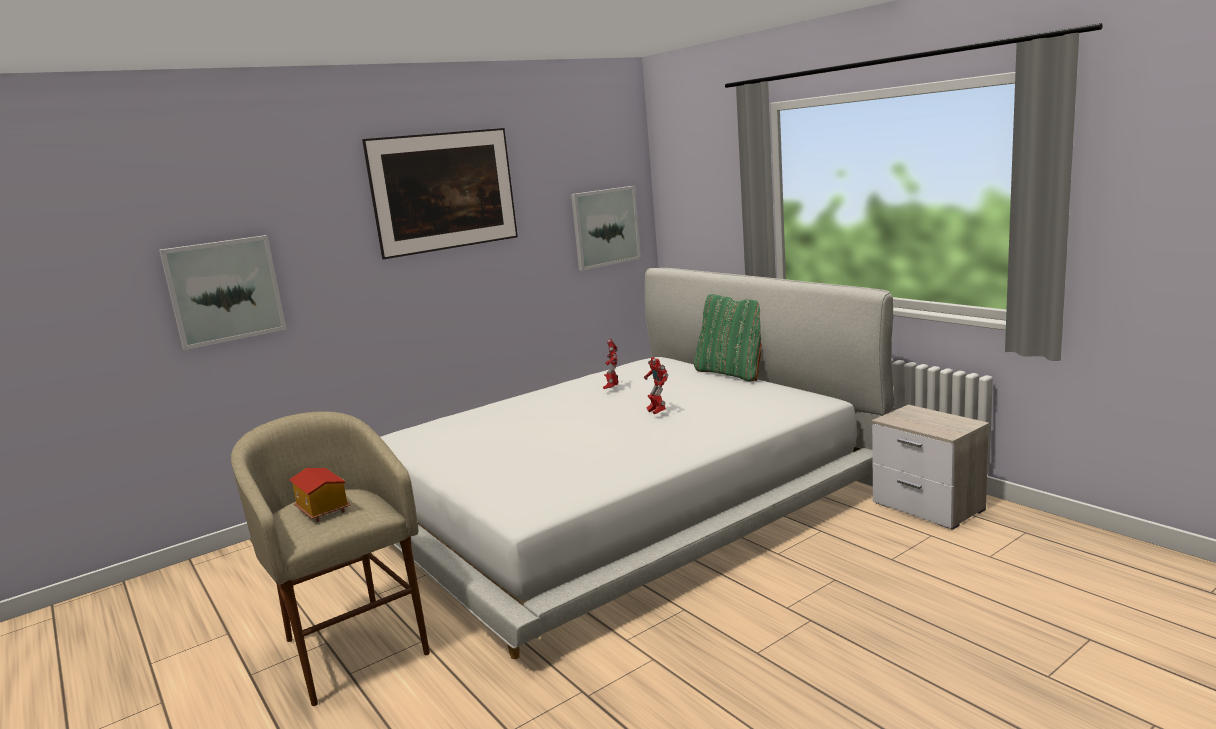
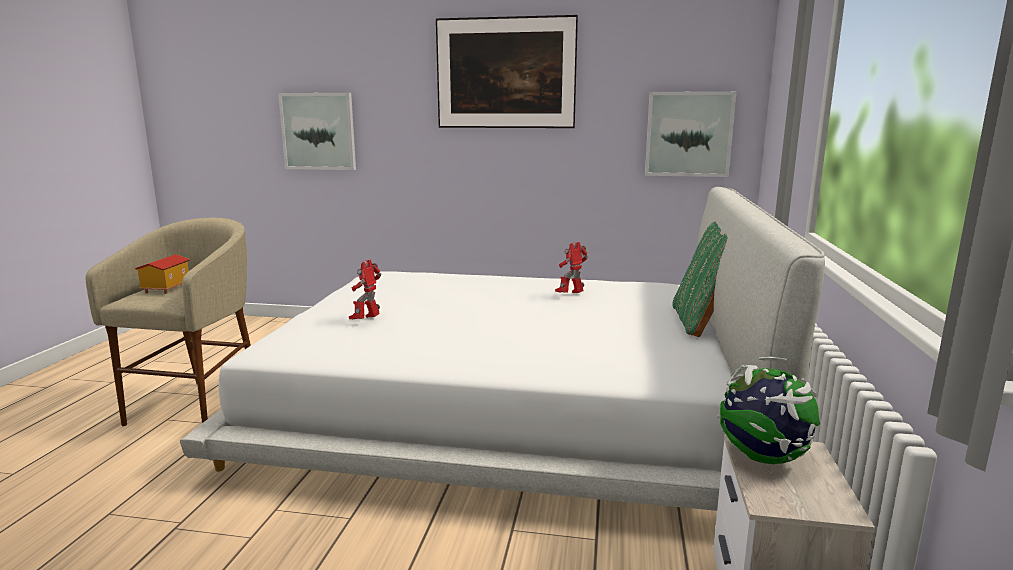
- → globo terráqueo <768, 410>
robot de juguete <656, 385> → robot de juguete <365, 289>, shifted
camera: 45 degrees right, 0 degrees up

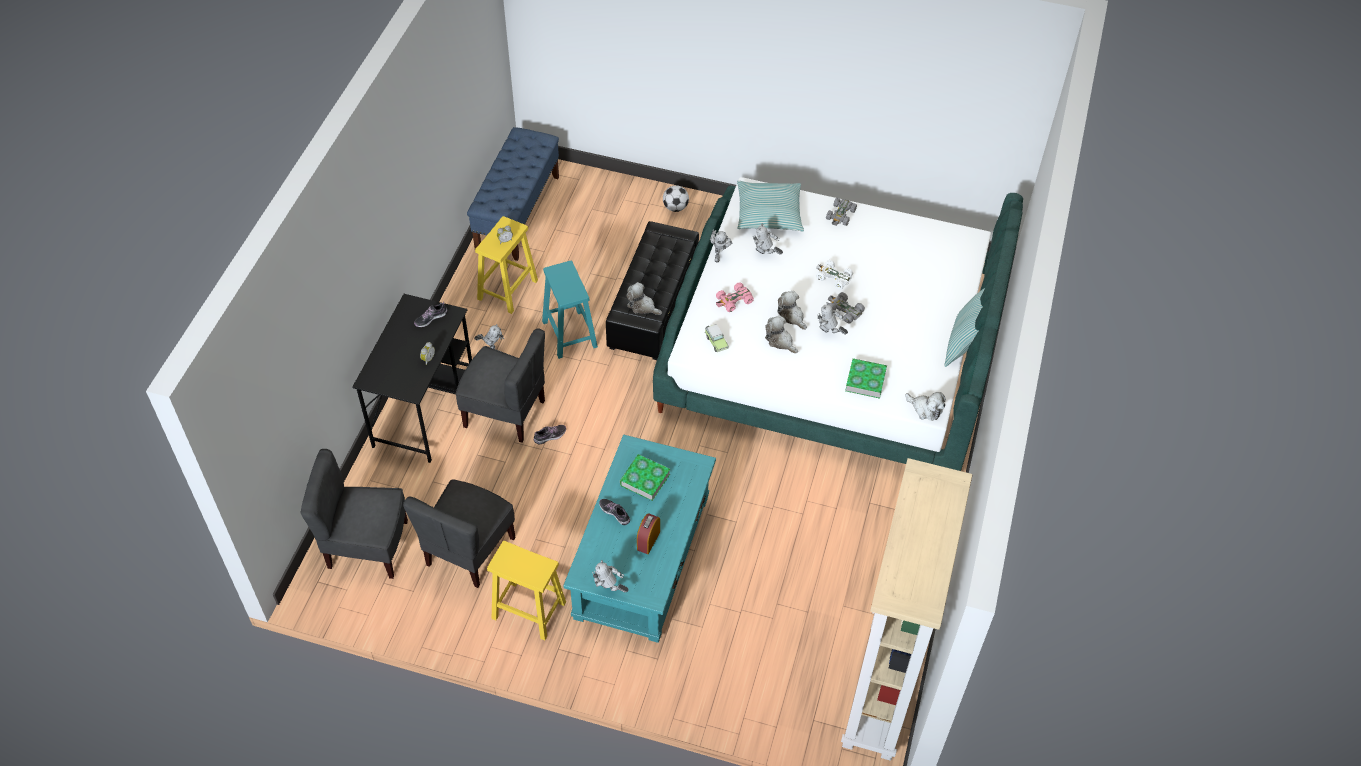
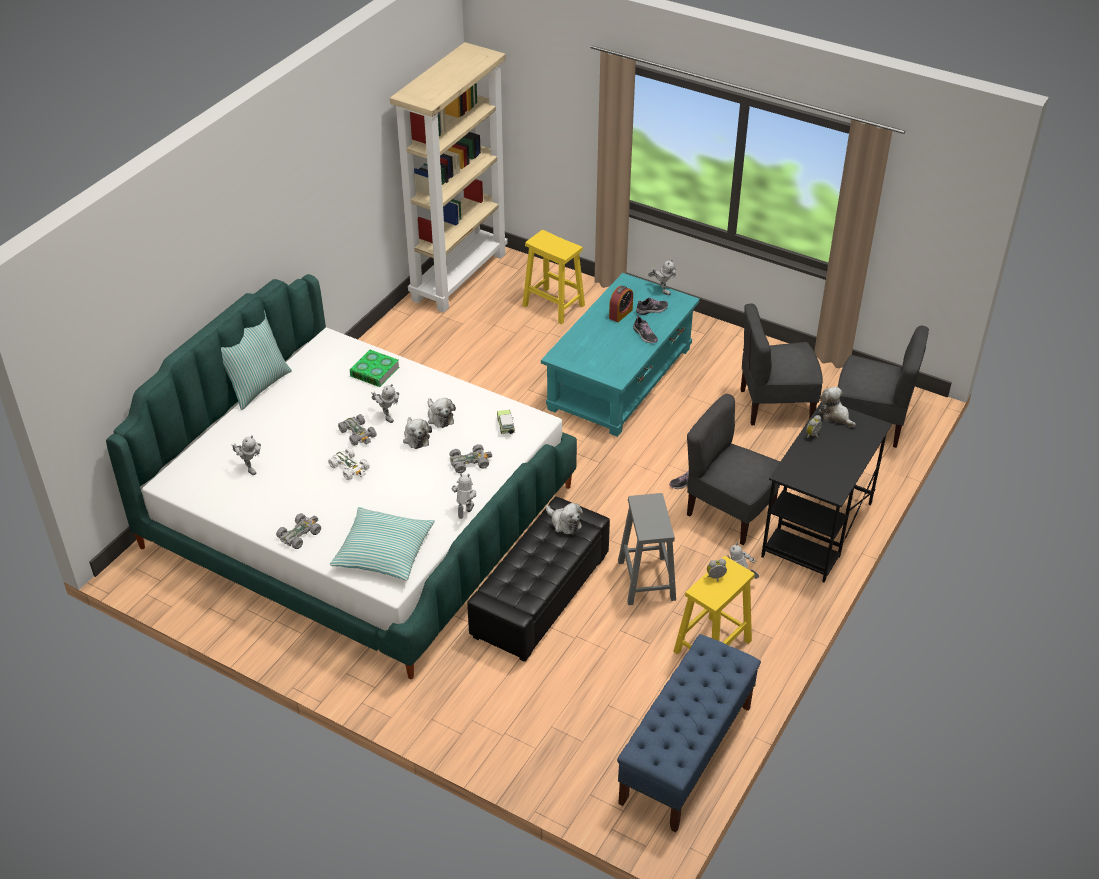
libro <645, 477> → -
balón de fútbol <676, 198> → -
zapato <431, 314> → zapato <652, 306>, shifted
taburete/amarillo <526, 591> → taburete/amarillo <553, 277>, shifted
robot de juguete <768, 239> → robot de juguete <246, 455>, shifted
peluche <925, 406> → peluche <837, 406>, shifted
taburete/turquesa <570, 310> → taburete/gris <647, 549>
coche de juguete/rosa <735, 297> → coche de juguete/gris <471, 458>
silla/gris <459, 533> → silla/gris <781, 364>, 135 degrees counterclockwise
camera: 165 degrees left, 10 degrees down

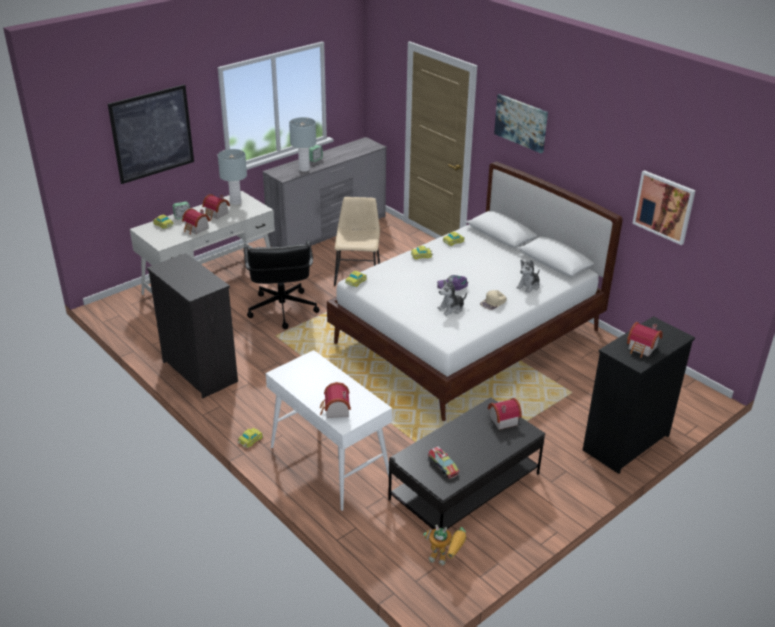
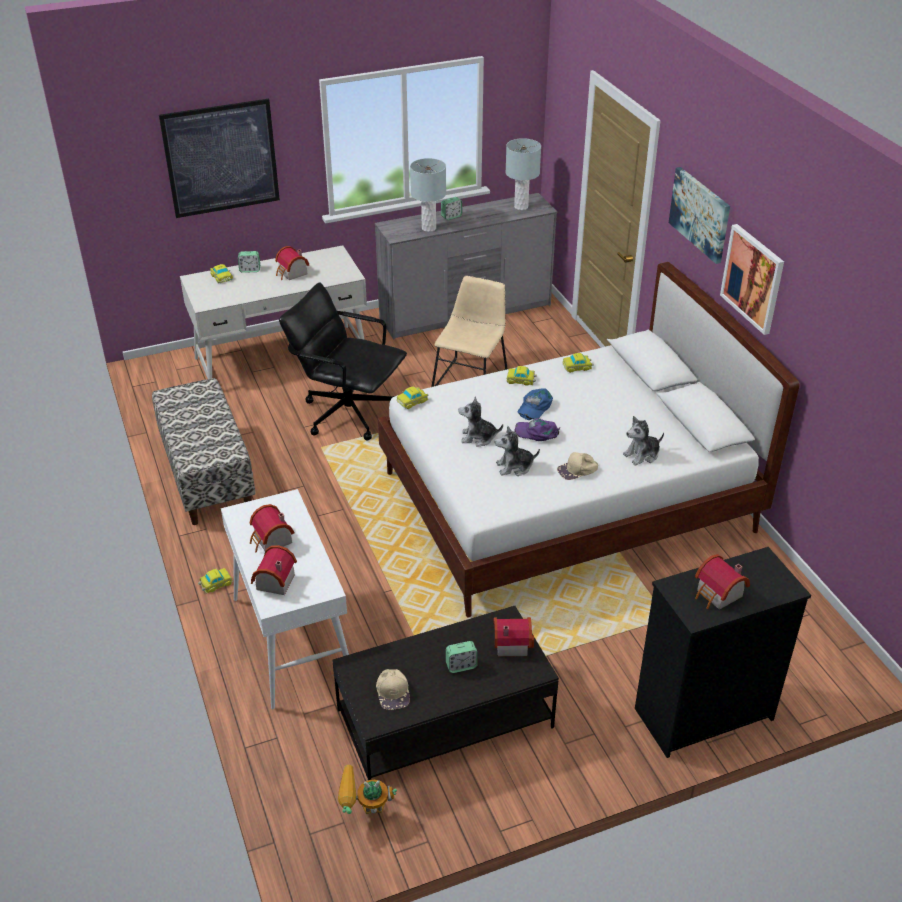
- → despertador <462, 657>
- → peluche <480, 422>
- → gorra/azul <535, 404>
casita <196, 221> → casita <272, 528>, shifted
lámpara de mesa/gris <232, 177> → lámpara de mesa/gris <523, 174>, shifted
cuadro <664, 207> → cuadro <752, 279>, shifted
cómoda/negro <192, 325> → banco <204, 451>
camión de juguete <443, 462> → gorra/beis <393, 689>
silla de oficina/negro <282, 284> → silla de oficina/negro <343, 361>, 105 degrees clockwise
robot de juguete <444, 545> → robot de juguete <367, 789>, 135 degrees clockwise
camera: 20 degrees right, 5 degrees up

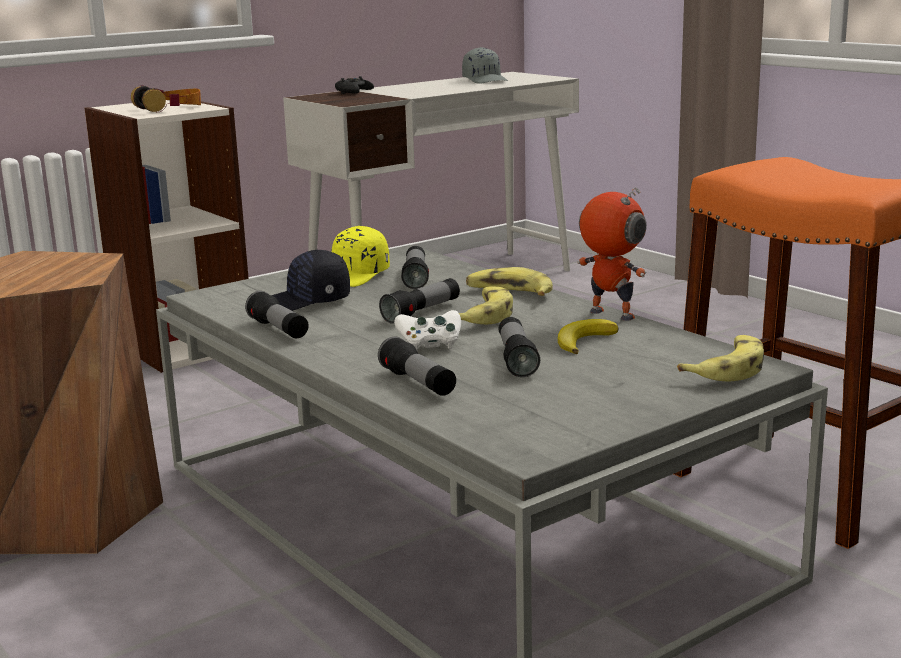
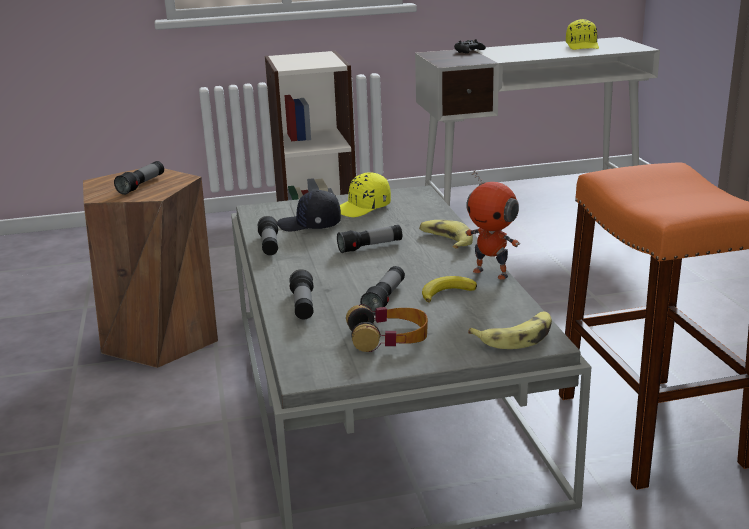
mando de consola/blanco <427, 330> → -
plátano <486, 305> → -
auriculares <166, 99> → auriculares <387, 328>, shifted
linterna <415, 267> → linterna <139, 178>, shifted
gorra/gris <485, 65> → gorra/amarillo <582, 34>
robot de juguete <612, 254> → robot de juguete <492, 225>, 150 degrees clockwise
camera: 25 degrees right, 5 degrees up

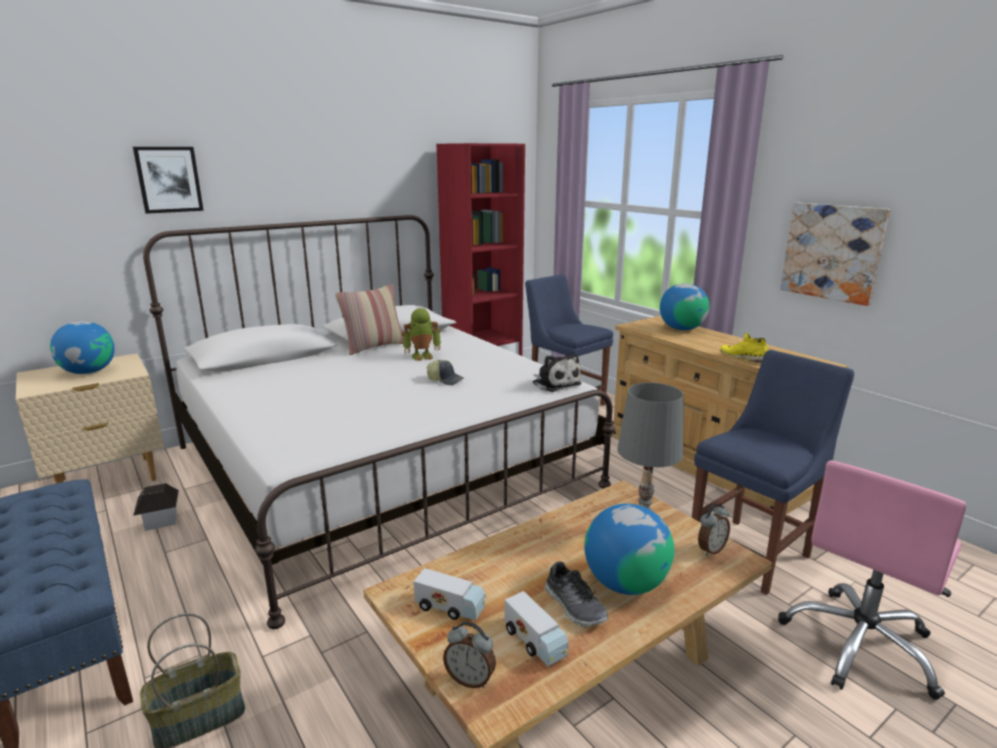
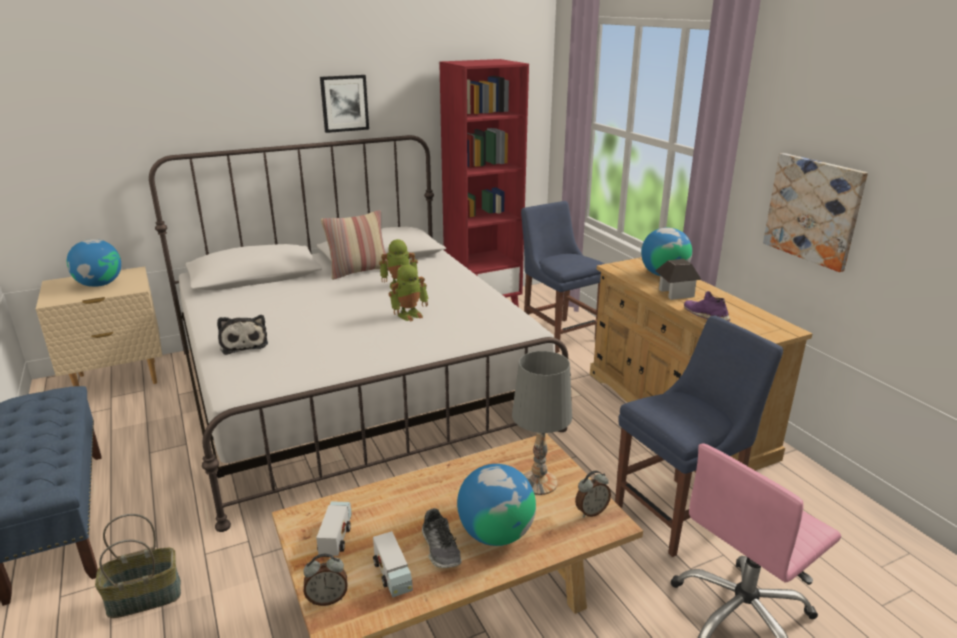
cuadro <168, 180> → cuadro <344, 104>, shifted
casita <156, 507> → casita <678, 279>, shifted
peluche <557, 372> → peluche <242, 335>, shifted
gorra <445, 372> → robot de juguete <408, 293>
zapato/amarillo <744, 348> → zapato/morado <707, 306>
camión de juguete <449, 594> → camión de juguete <334, 528>, 120 degrees counterclockwise
despertador <469, 655> → despertador <325, 580>, 45 degrees counterclockwise
camera: 10 degrees right, 5 degrees up

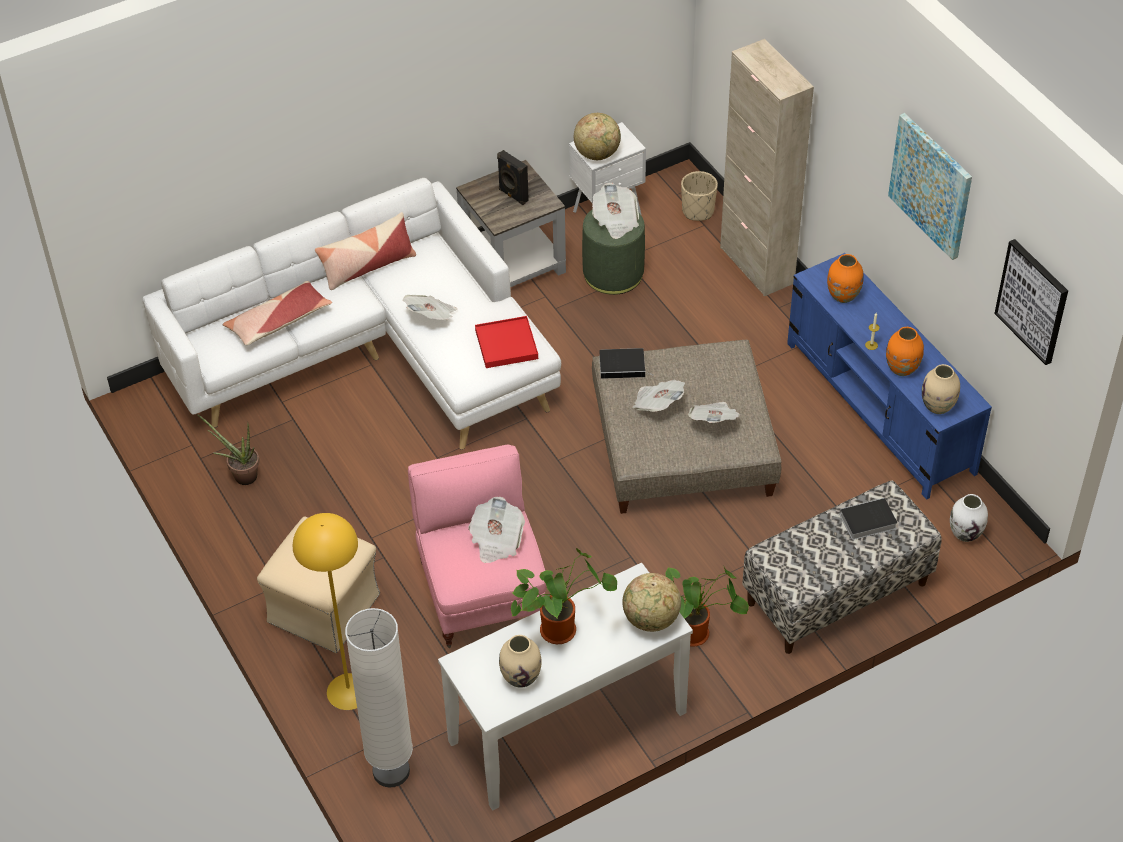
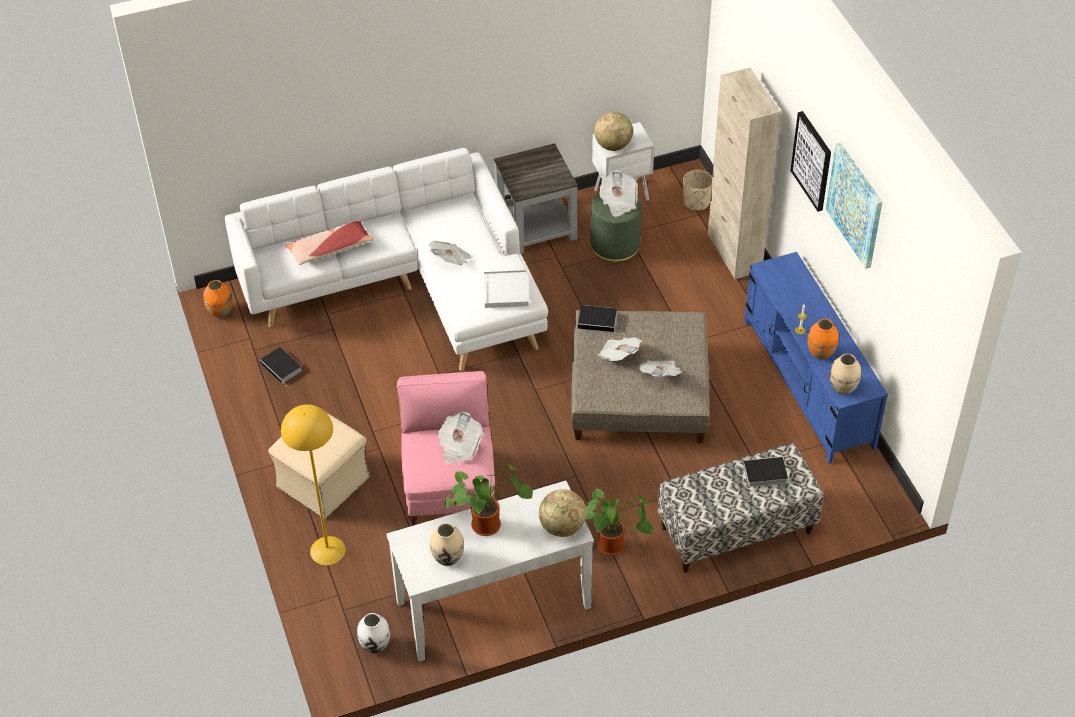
cojín <365, 251> → -
lámpara de pie/blanco <379, 698> → -
altavoz/negro <513, 177> → -
florero/naranja <845, 278> → florero/naranja <218, 299>, shifted
florero/blanco <969, 518> → florero/blanco <373, 633>, shifted
cuadro <1031, 302> → cuadro <810, 161>, shifted
planta en maceta <228, 449> → libro <281, 366>
bandeja/rojo <506, 342> → bandeja/blanco <506, 289>
camera: 10 degrees right, 0 degrees up

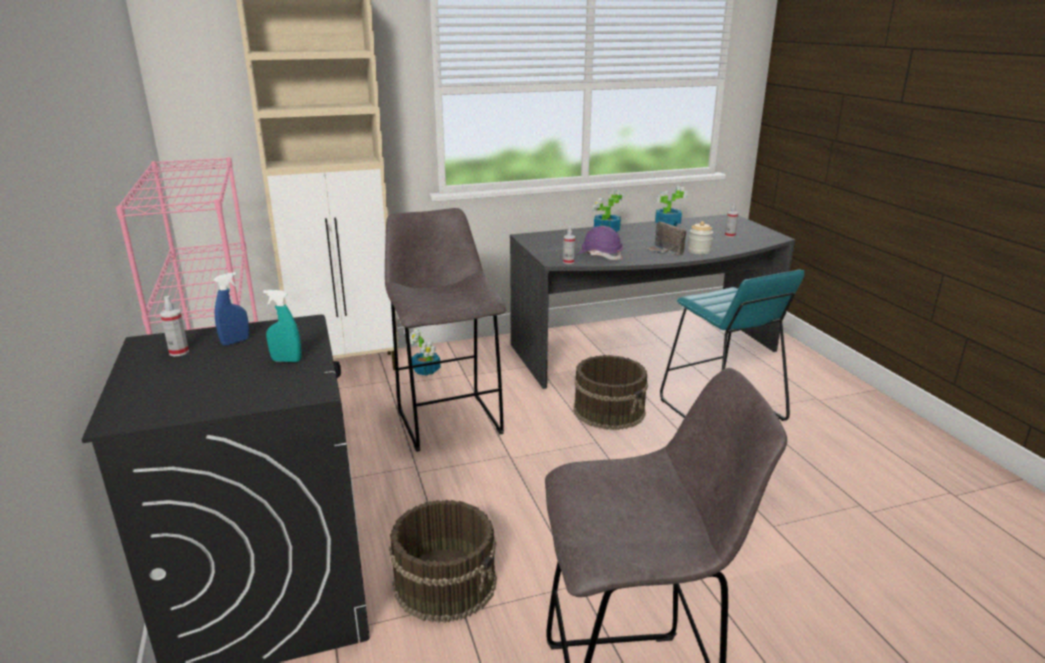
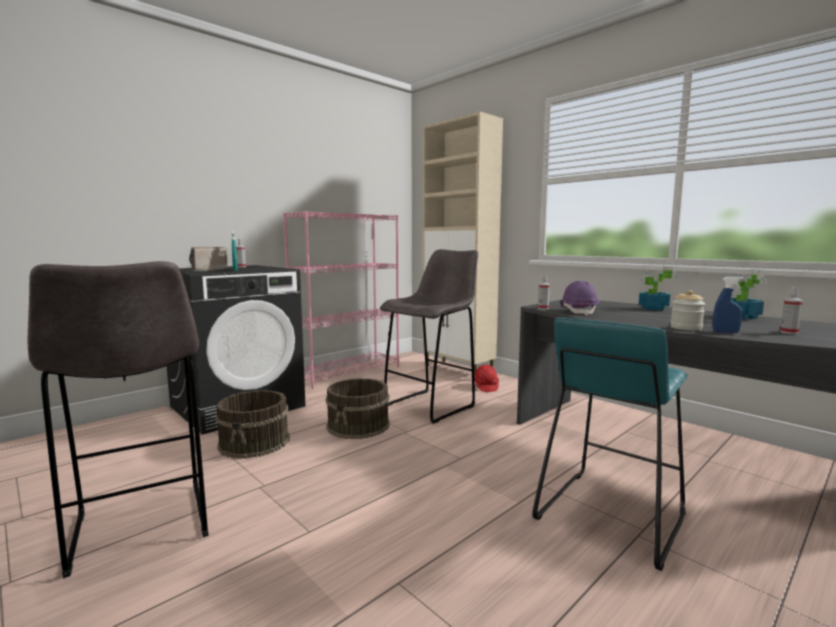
pulverizador/azul <231, 309> → pulverizador/azul <728, 305>, shifted
cubo/marrón <611, 392> → cubo/marrón <358, 408>, shifted
radio <666, 239> → radio <208, 259>, shifted
planta en maceta <425, 352> → casco/rojo <486, 378>
camera: 65 degrees right, 15 degrees down

